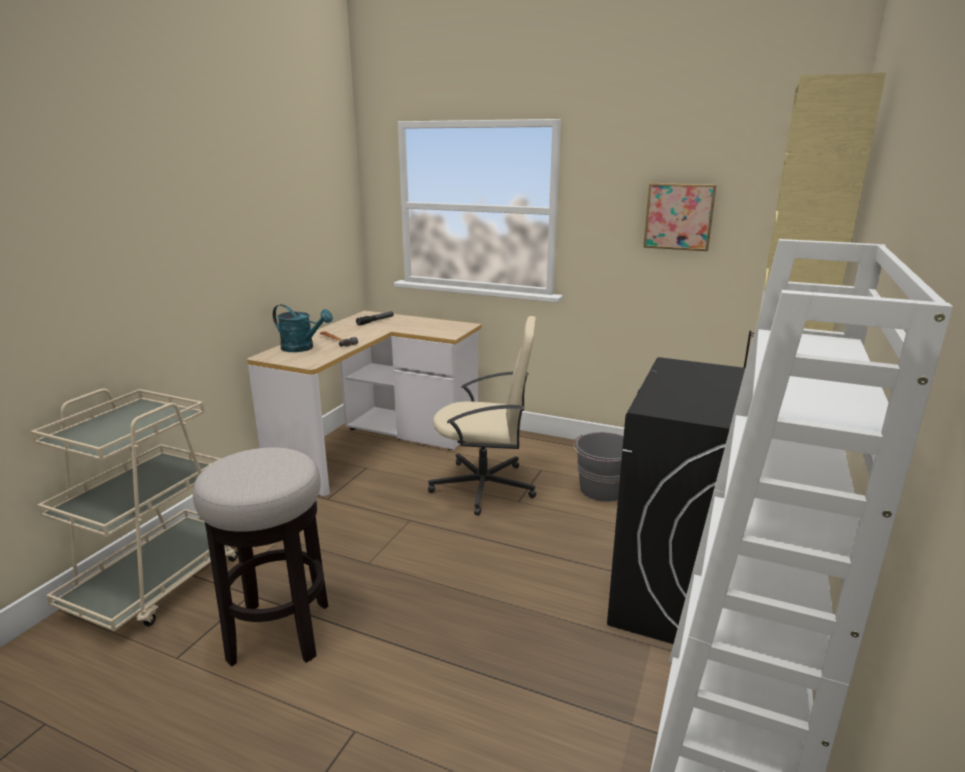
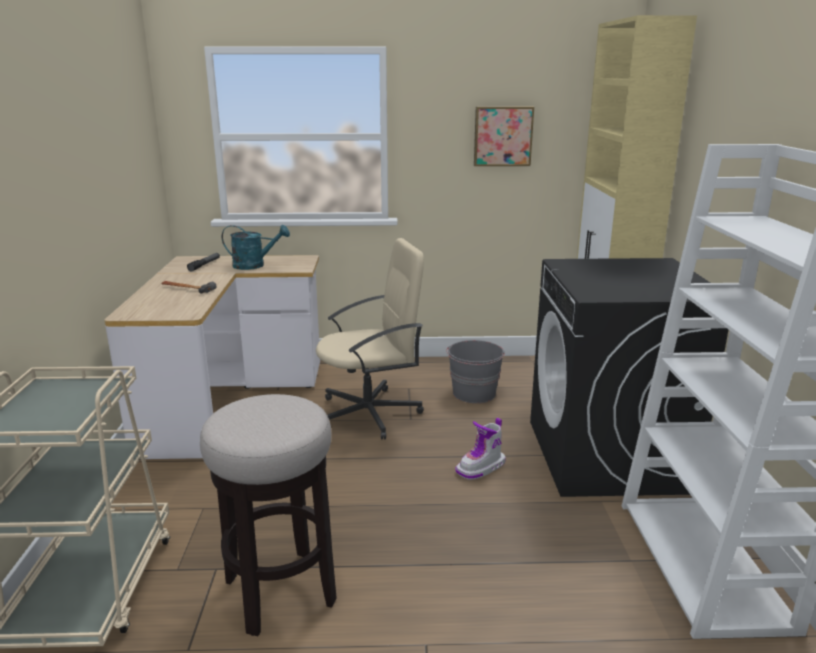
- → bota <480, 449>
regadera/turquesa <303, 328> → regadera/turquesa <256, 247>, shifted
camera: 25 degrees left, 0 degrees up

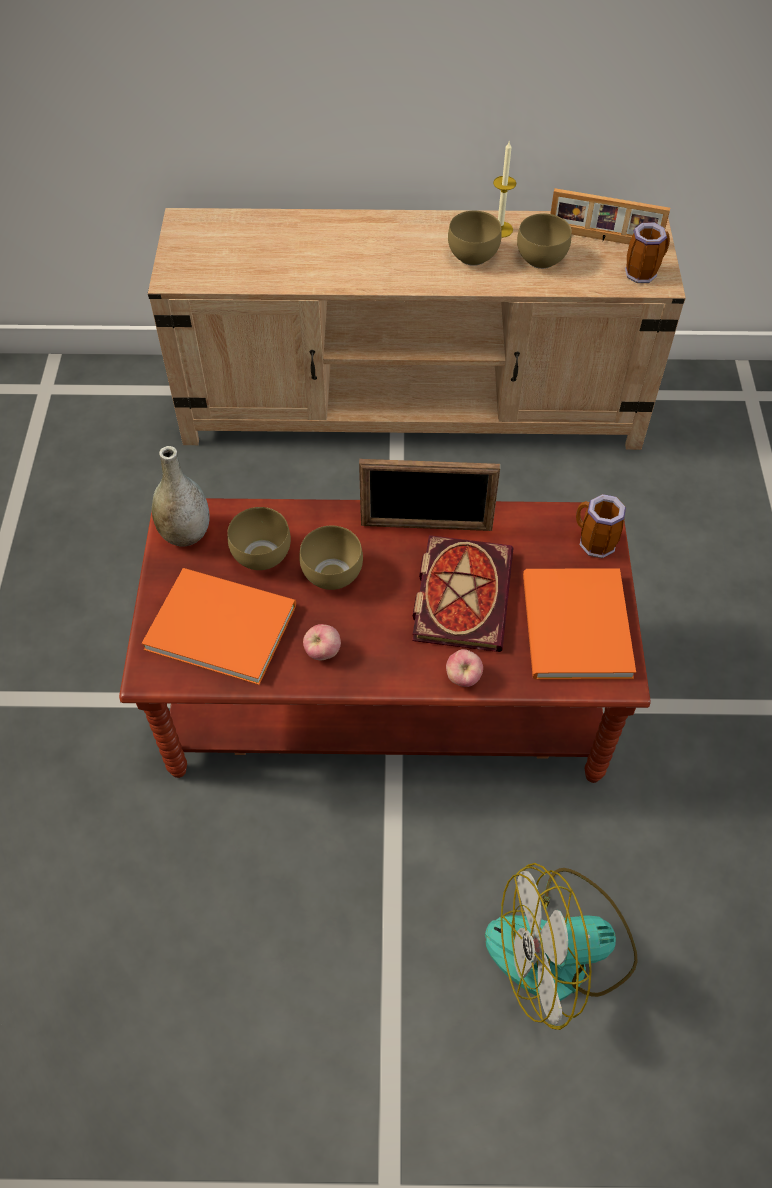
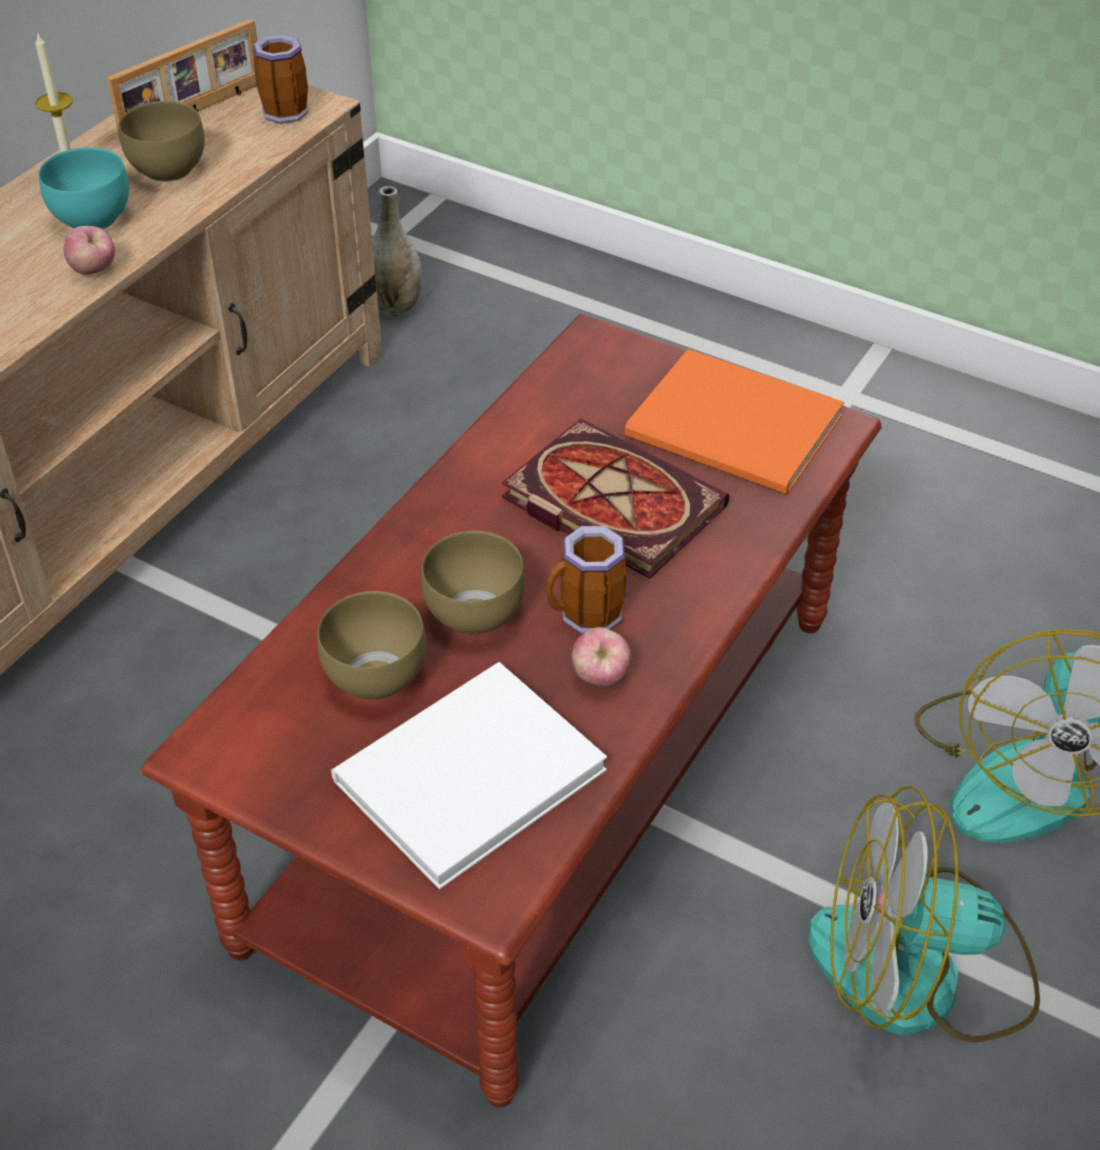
portarretratos <429, 495> → -
- → ventilador <924, 913>
florero/gris <180, 496> → florero/gris <397, 251>, shifted
manzana <464, 668> → manzana <89, 250>, shifted
taza grande <601, 526> → taza grande <586, 580>, shifted
libro/naranja <219, 626> → libro/blanco <469, 776>
cuenco/marrón <475, 238> → cuenco/turquesa <84, 188>
camera: 60 degrees left, 10 degrees down

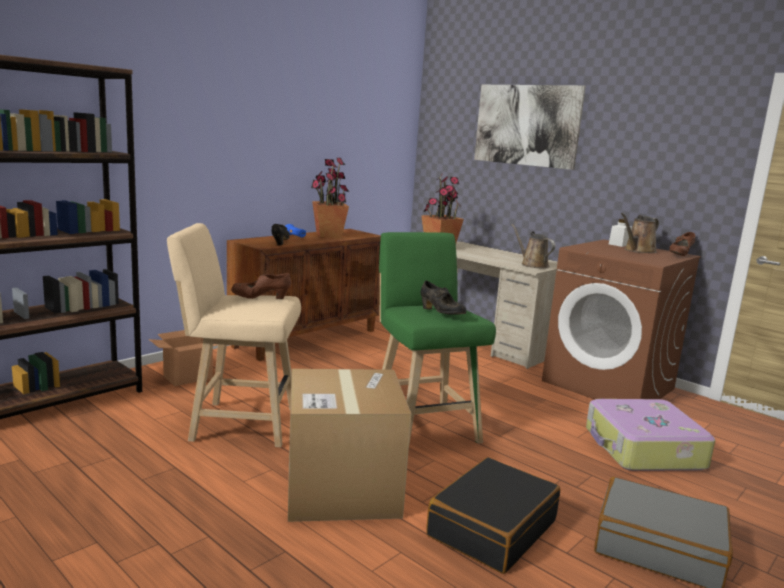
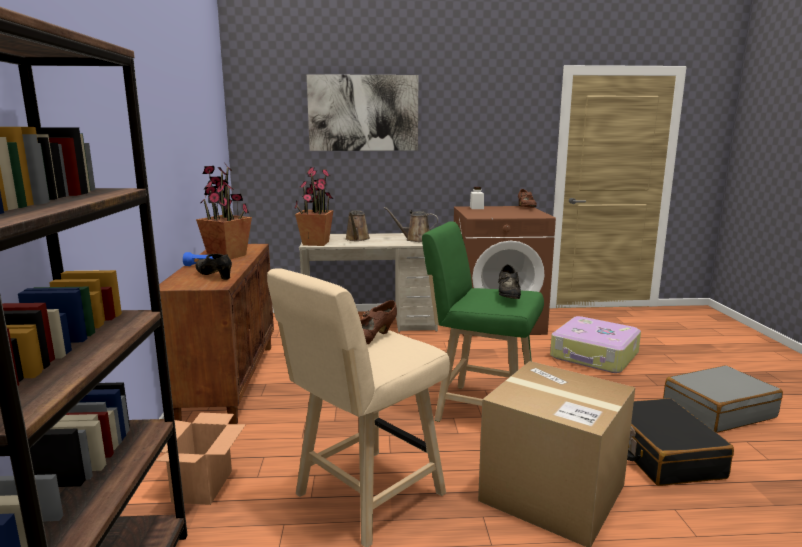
regadera/marrón <640, 233> → regadera/marrón <357, 225>, shifted
zapato/negro <443, 298> → zapato/negro <509, 282>, 90 degrees clockwise
camera: 45 degrees left, 0 degrees up

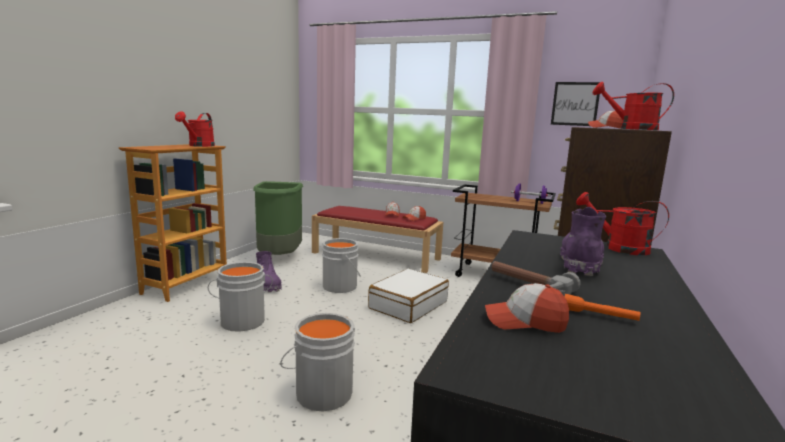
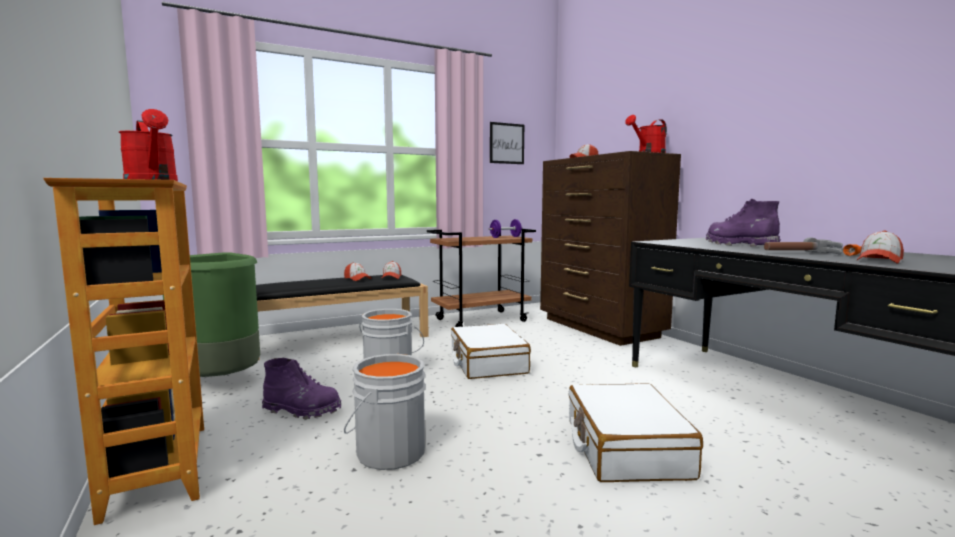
regadera/rojo <622, 223> → -
cubo/gris <317, 362> → maleta/blanco <636, 432>
banco/rojo <377, 239> → banco/negro <342, 317>
camera: 50 degrees left, 5 degrees down

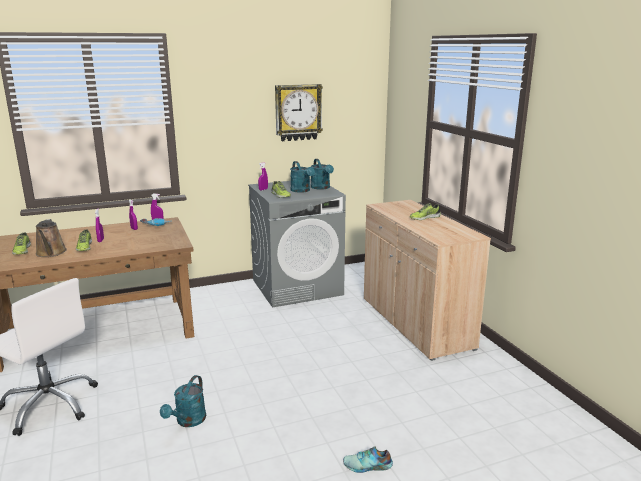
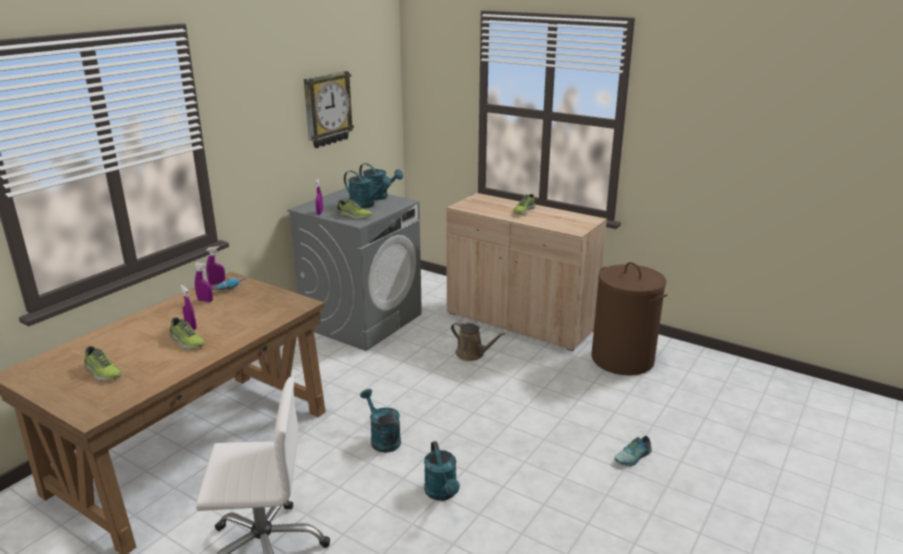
- → regadera/turquesa <380, 421>
- → cesto de la ropa/marrón <629, 319>
regadera/marrón <51, 238> → regadera/marrón <478, 341>, shifted
camera: 35 degrees left, 5 degrees up

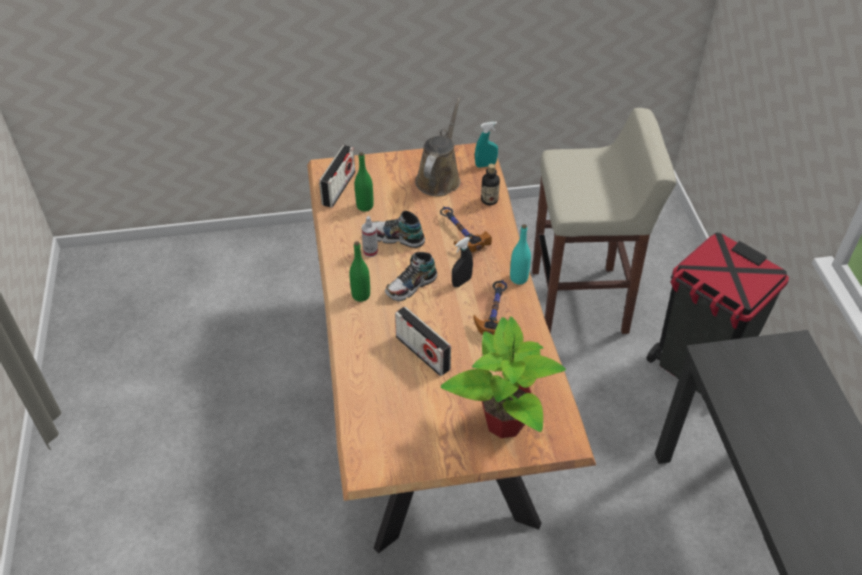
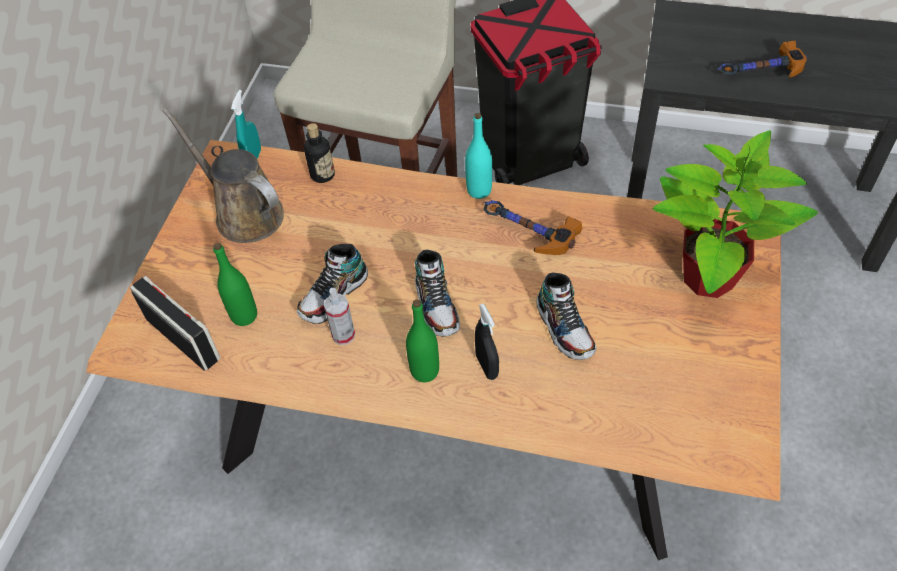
martillo <466, 229> → martillo <762, 59>, shifted
pulverizador/negro <462, 262> → pulverizador/negro <487, 341>, shifted
radio <423, 341> → zapato <566, 316>
camera: 65 degrees left, 5 degrees up

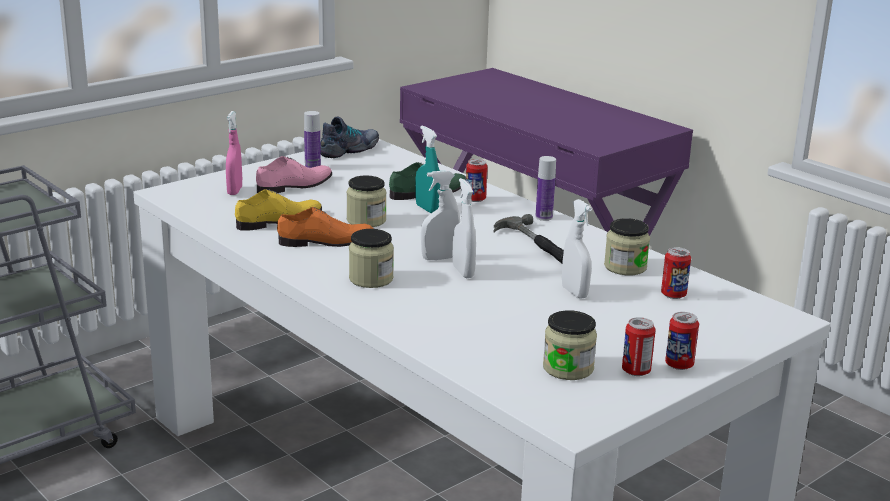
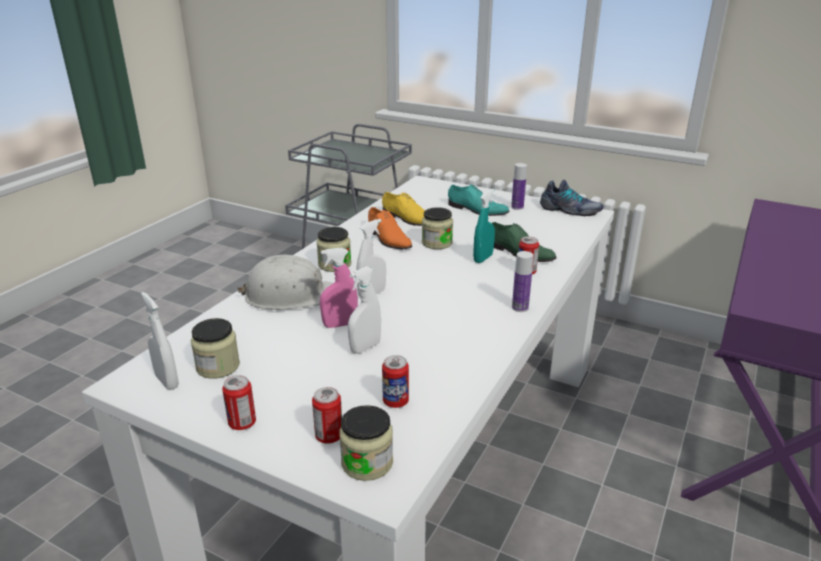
martillo <529, 238> → -
- → casco/blanco <285, 282>
pulverizador/rosa <234, 153> → pulverizador/rosa <339, 288>, shifted
pulverizador/blanco <440, 215> → pulverizador/blanco <160, 341>, shifted
tarro <627, 246> → tarro <366, 443>, shifted
lata <639, 346> → lata <327, 415>, shifted
zapato/rosa <294, 174> → zapato/turquesa <479, 200>
camera: 70 degrees right, 5 degrees up

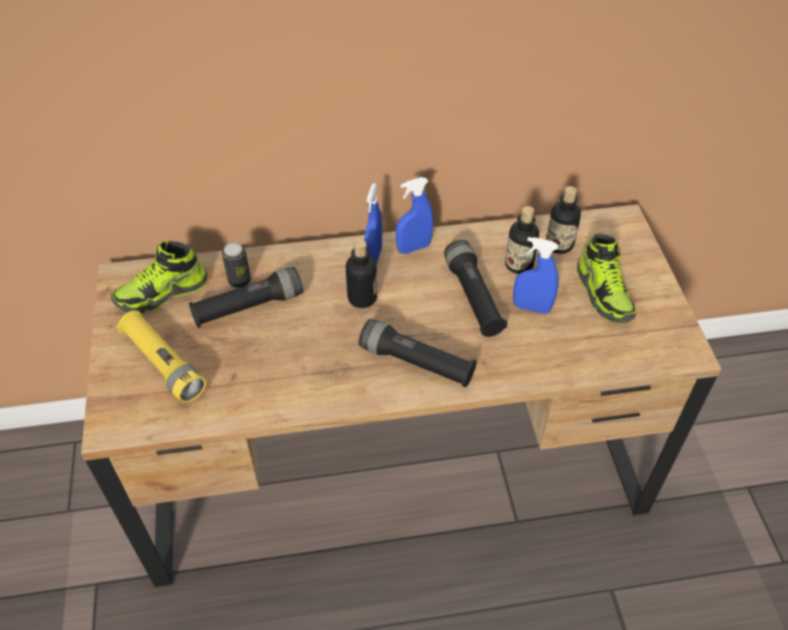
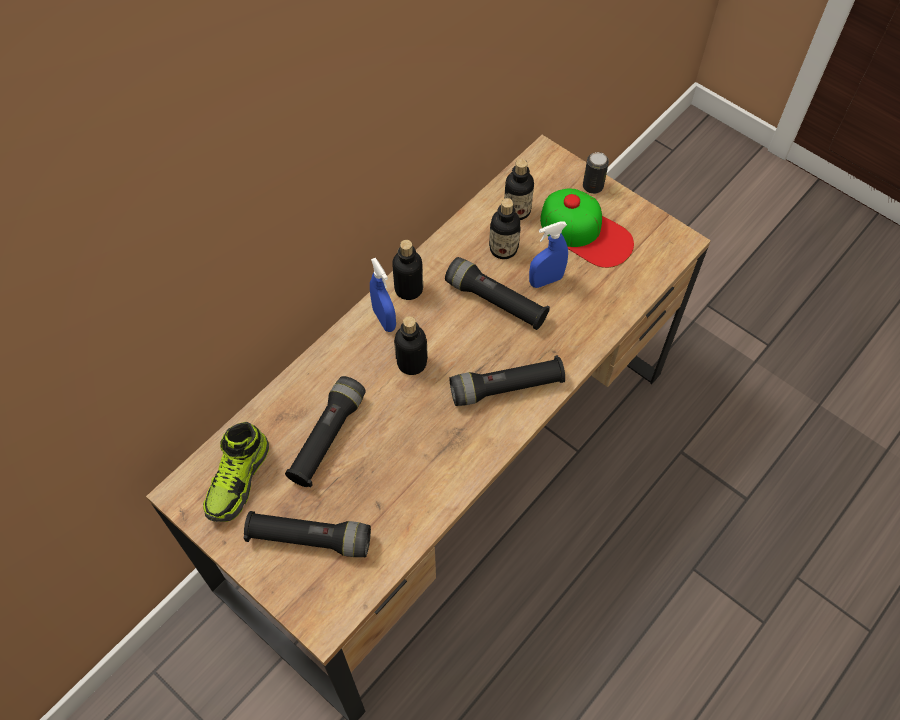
lata <236, 265> → lata <596, 173>, shifted
pulverizador/azul <414, 215> → botella <407, 270>
zapato <607, 278> → gorra <587, 228>
linterna/amarillo <161, 356> → linterna/negro <307, 534>
camera: 40 degrees left, 10 degrees up

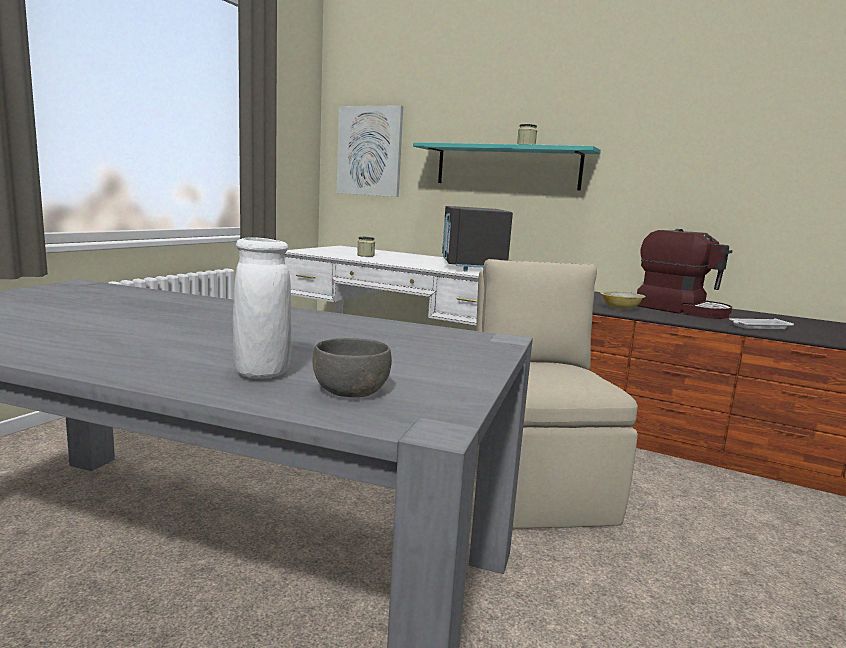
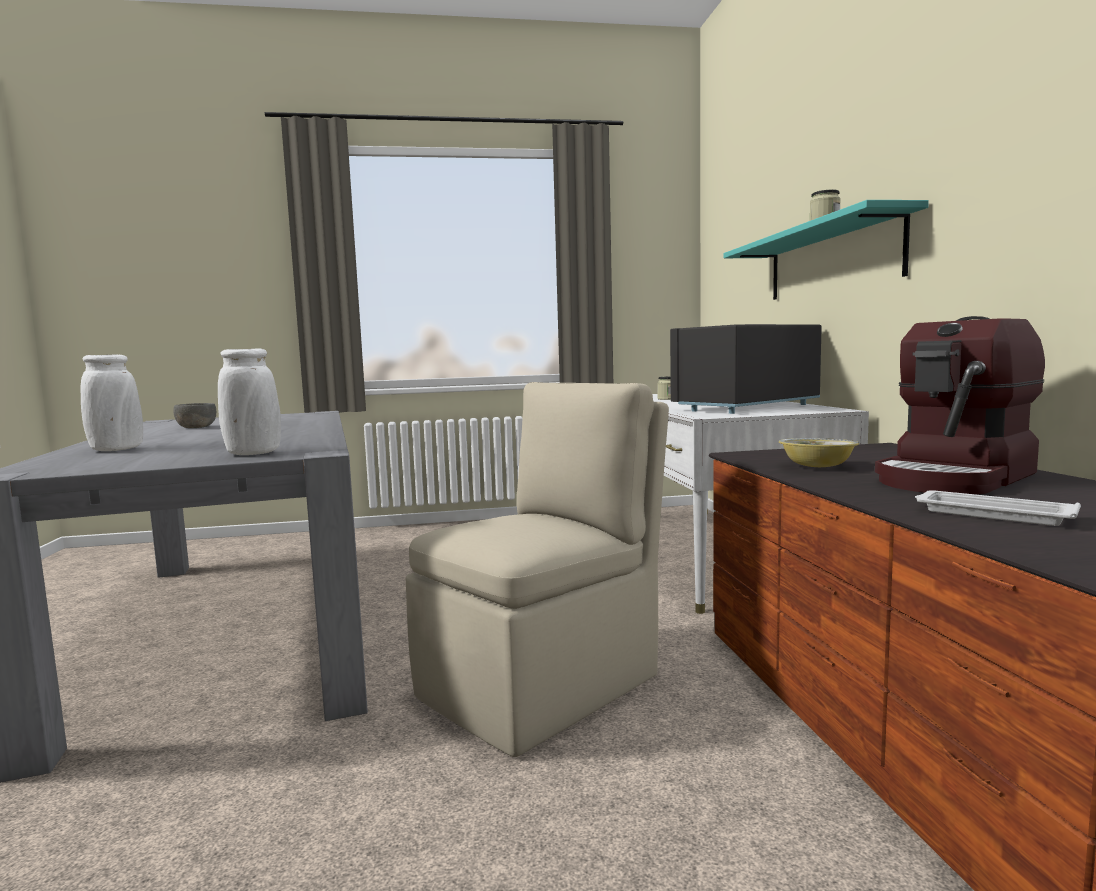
cuadro <369, 151> → -
- → florero/blanco <249, 401>
cuenco/gris <352, 367> → cuenco/gris <194, 415>, shifted
cafetera <685, 274> → cafetera <960, 405>, 45 degrees clockwise
camera: 55 degrees right, 5 degrees down

